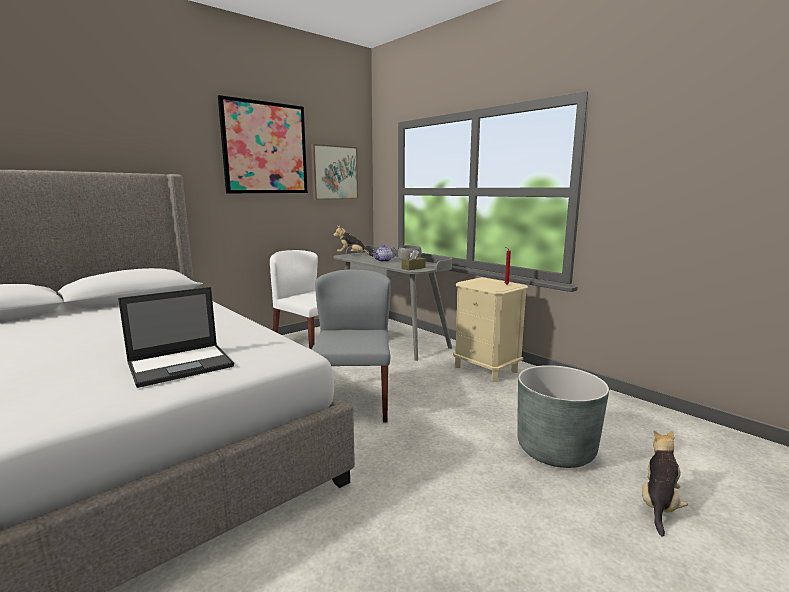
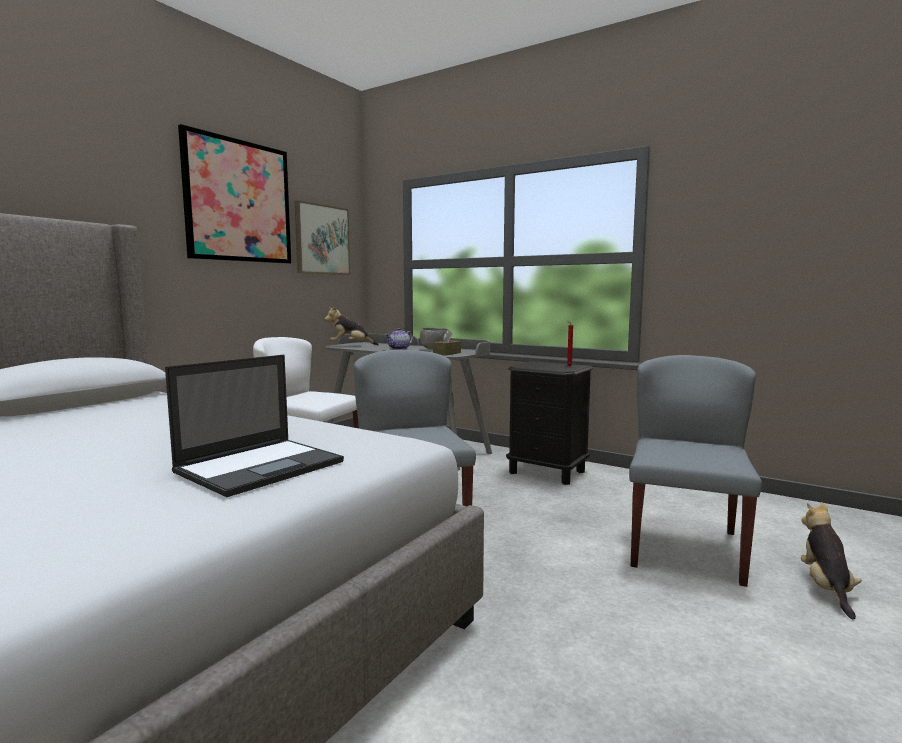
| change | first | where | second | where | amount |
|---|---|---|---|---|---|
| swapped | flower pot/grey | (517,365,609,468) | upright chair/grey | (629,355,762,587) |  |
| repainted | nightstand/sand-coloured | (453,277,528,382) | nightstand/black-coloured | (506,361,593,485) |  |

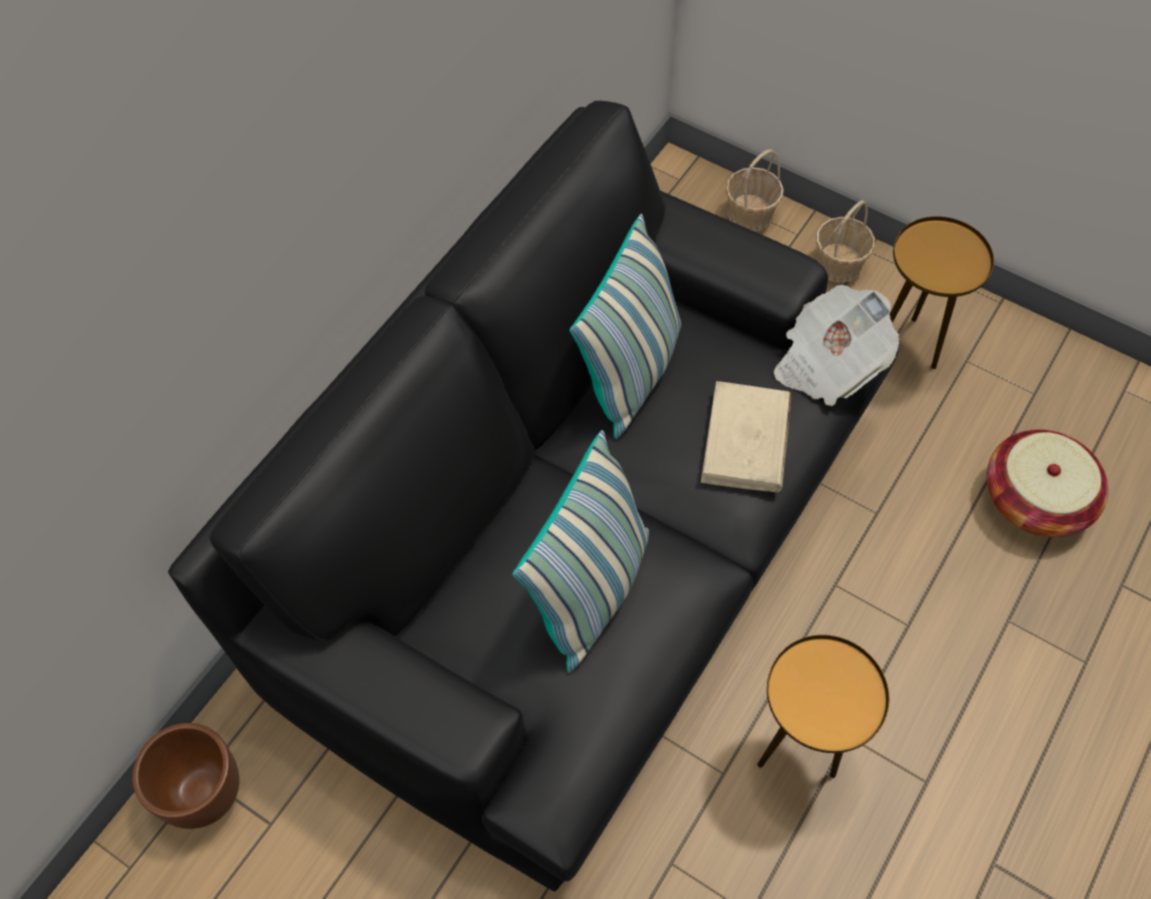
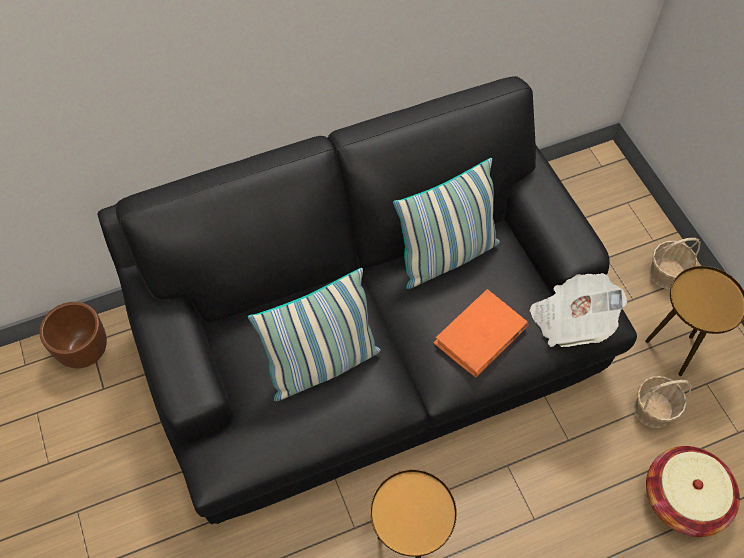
| change | first | where | second | where | amount |
|---|---|---|---|---|---|
| shifted | basket | (725,149,784,232) |  | (634,376,692,428) |  |
| repainted | bound book/sand-coloured | (701,381,791,493) | bound book/orange-coloured | (433,289,528,377) |  |

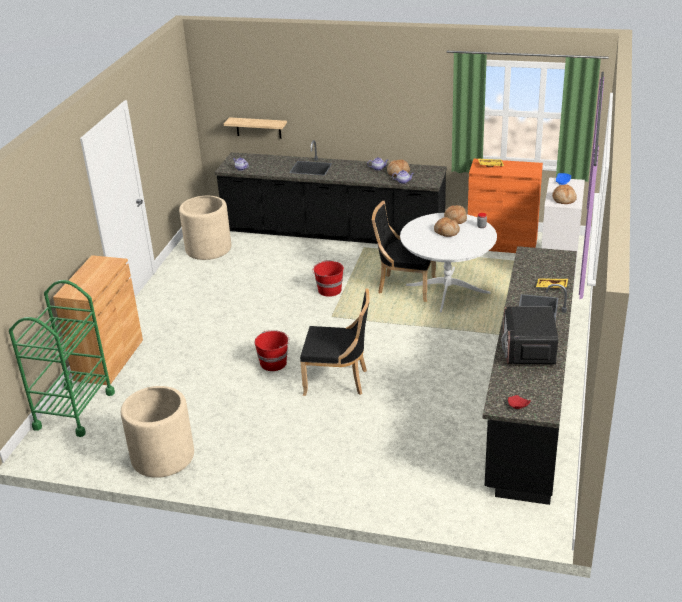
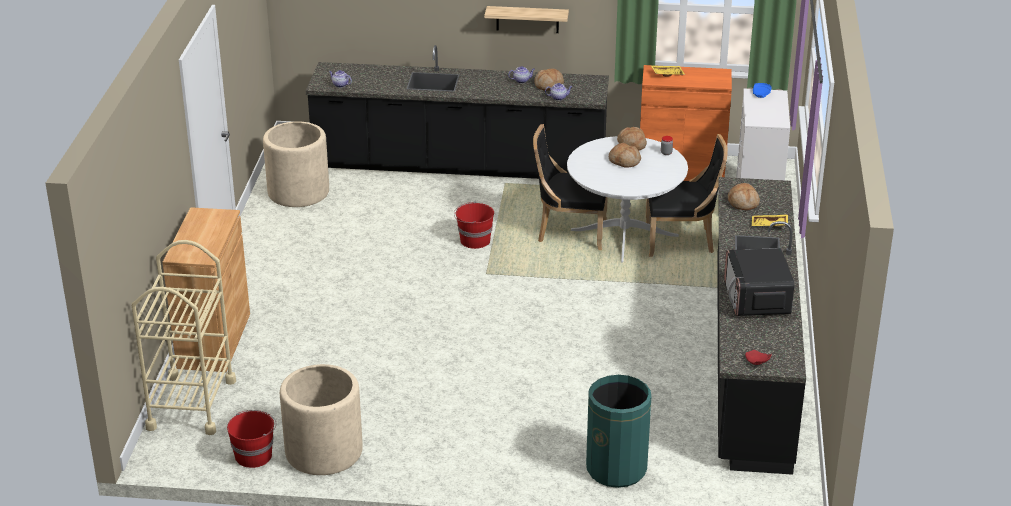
| change | first | where | second | where | amount |
|---|---|---|---|---|---|
| new |  |  | rubbish bin/green-coloured | (586,375,651,488) |  |
| shifted | shelf | (224,117,287,139) |  | (484,6,569,33) |  |
| shifted | water bucket/red-coloured | (255,330,290,371) |  | (227,410,276,468) |  |
| shifted | upright chair/black-coloured | (300,288,369,396) |  | (646,134,728,257) |  |
| shifted | baked bread | (552,184,577,204) |  | (728,183,760,210) |  |
| repainted | wheeled cart/green-coloured | (9,280,115,437) | wheeled cart/sand-coloured | (132,240,236,435) |  |

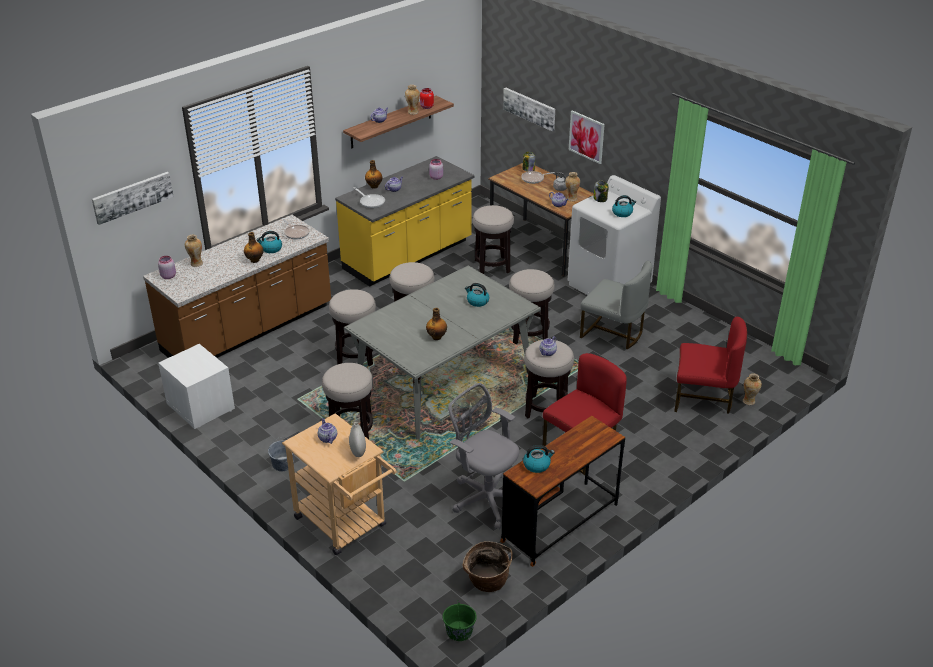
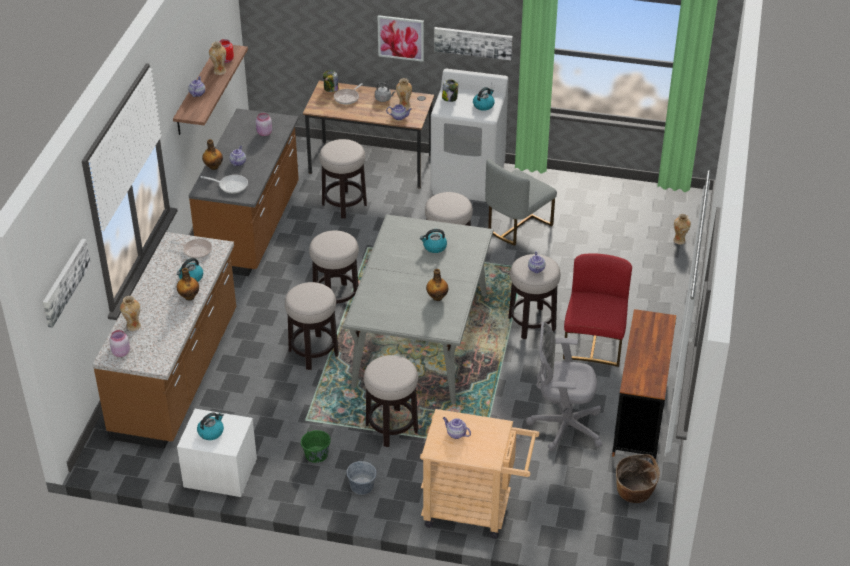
| change | first | where | second | where | amount |
|---|---|---|---|---|---|
| gone | decorative vase/whitish | (349,422,366,457) |  |  |  |
| gone | upright chair/red-coloured | (674,317,747,414) |  |  |  |
| shifted | water bucket/green-coloured | (443,603,477,641) |  | (301,428,331,463) |  |
| shifted | wall picture | (503,88,555,131) |  | (434,27,513,60) |  |
| shifted | water kettle | (523,445,555,473) |  | (197,412,224,440) |  |
| repainted | kitchen counter/yellow-coloured | (335,156,475,286) | kitchen counter/brown | (189,109,299,276) |  |
| rotated | upright chair/grey | (580,261,652,349) |  | (485,159,557,246) | 135 degrees clockwise |

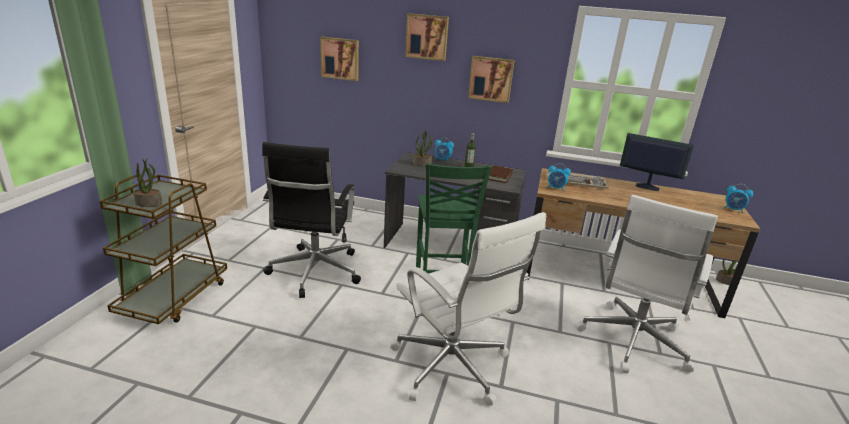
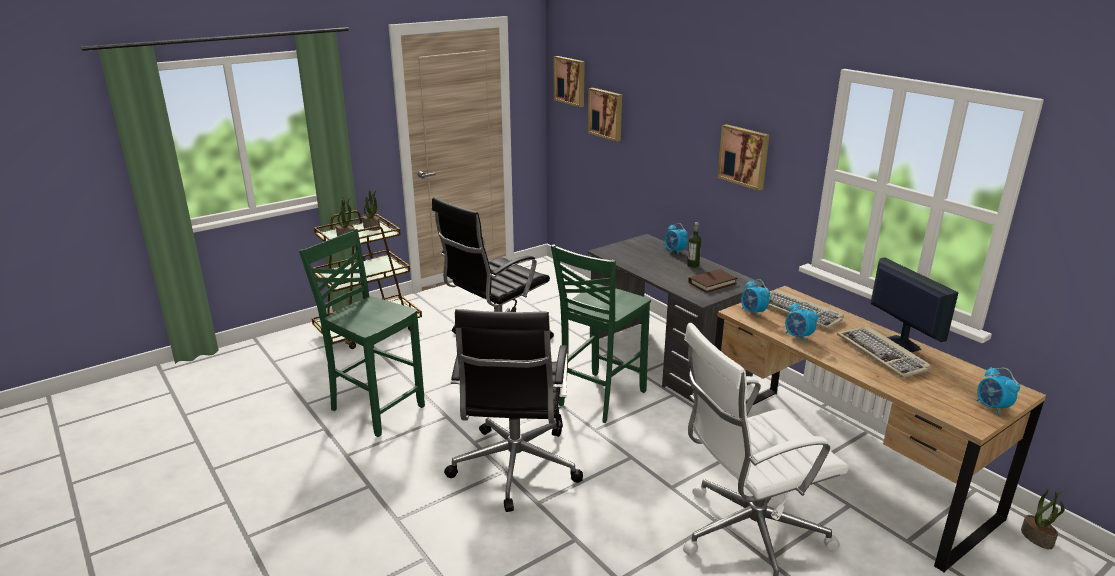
| change | first | where | second | where | amount |
|---|---|---|---|---|---|
| new |  |  | upright chair/green-coloured | (299,229,425,437) |  |
| new |  |  | bedside clock | (785,302,818,342) |  |
| new |  |  | PC keyboard | (837,326,931,378) |  |
| shifted | wall picture | (405,13,449,61) |  | (554,56,585,107) |  |
| shifted | houseplant | (413,130,432,167) |  | (362,189,380,231) |  |
| repainted | office chair/whitish | (390,212,546,406) | office chair/black-coloured | (444,309,583,512) |  |

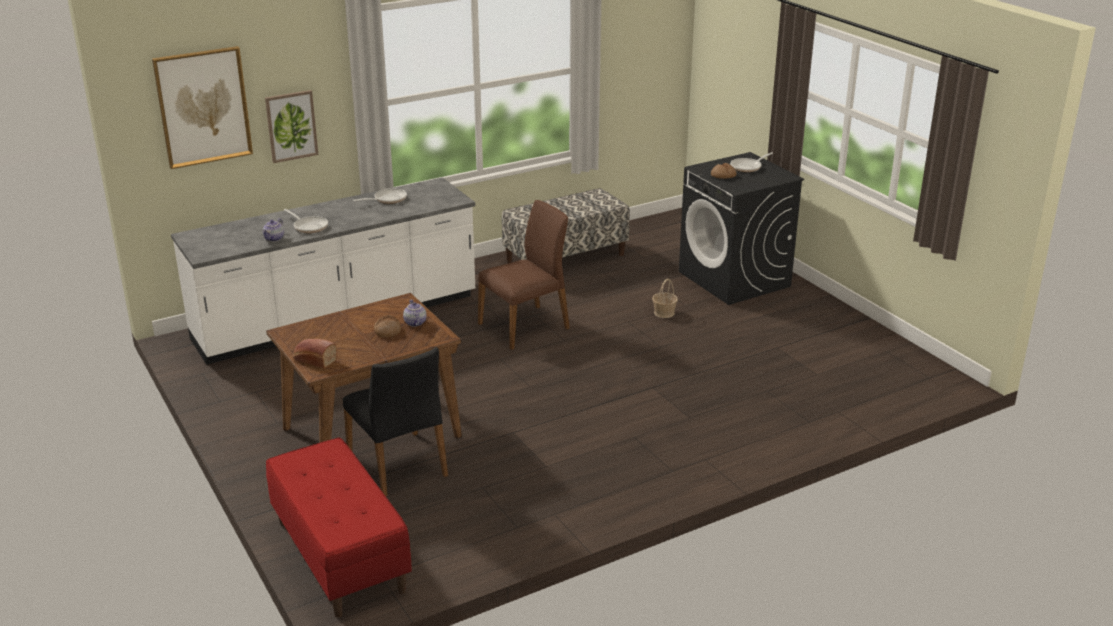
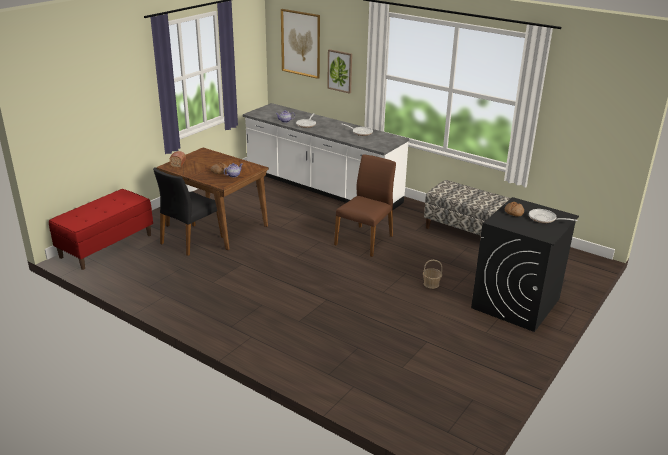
| change | first | where | second | where | amount |
|---|---|---|---|---|---|
| rotated | upright chair/brown | (478,200,570,350) |  | (334,154,396,257) | 90 degrees counterclockwise |

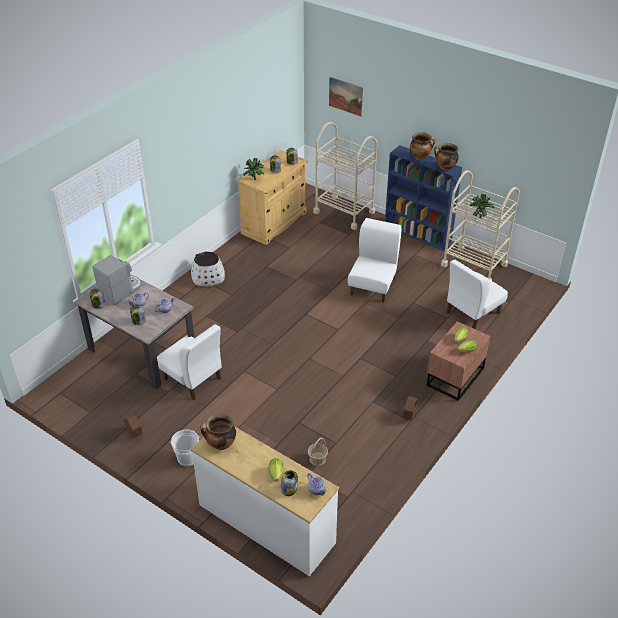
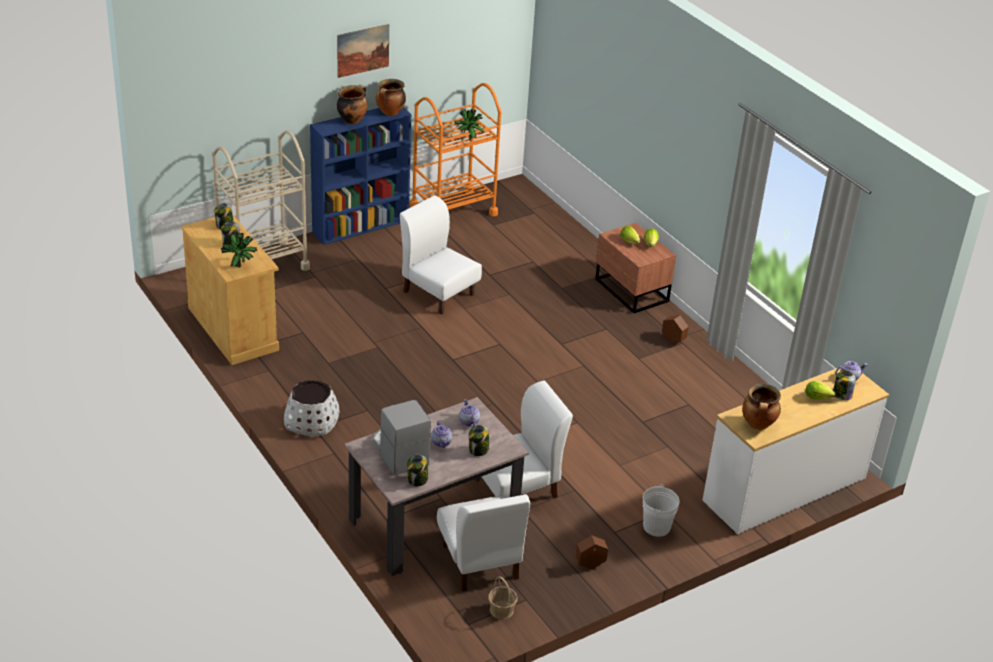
| change | first | where | second | where | amount |
|---|---|---|---|---|---|
| shifted | basket | (308,437,328,466) |  | (488,576,517,619) |  |
| shifted | wall picture | (329,77,363,117) |  | (337,24,389,78) |  |
| shifted | upright chair/whitish | (446,260,508,329) |  | (437,494,530,592) |  |
| repainted | wheeled cart/sand-coloured | (441,170,520,281) | wheeled cart/orange-coloured | (409,83,501,216) |  |

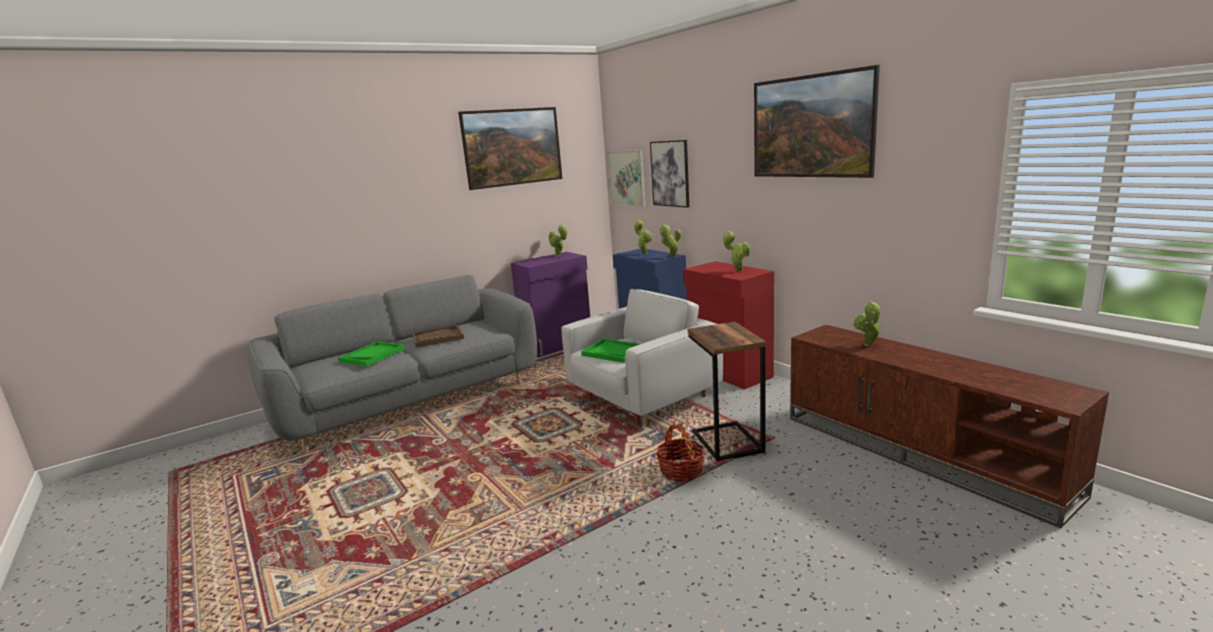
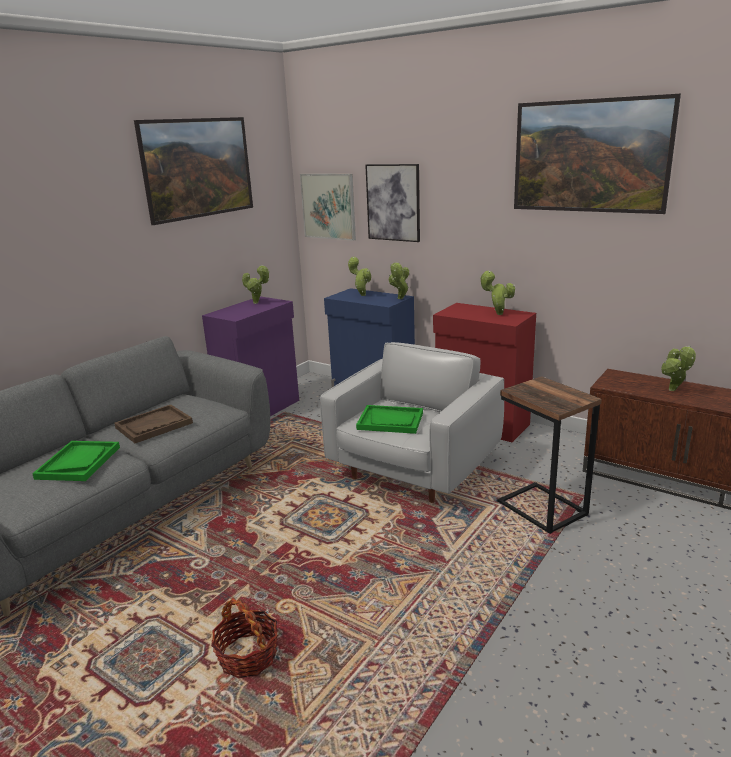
| change | first | where | second | where | amount |
|---|---|---|---|---|---|
| shifted | basket | (656,424,705,481) |  | (211,597,278,679) |  |

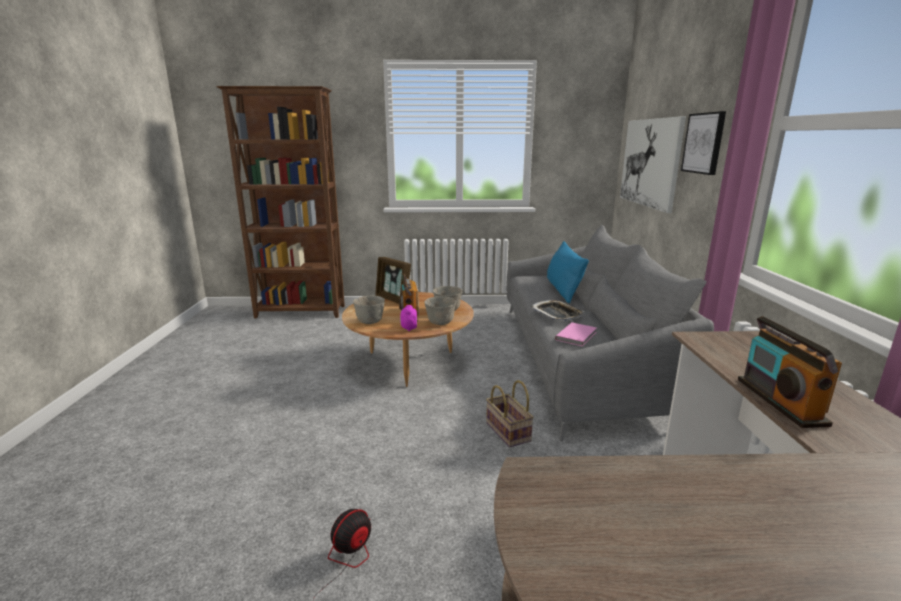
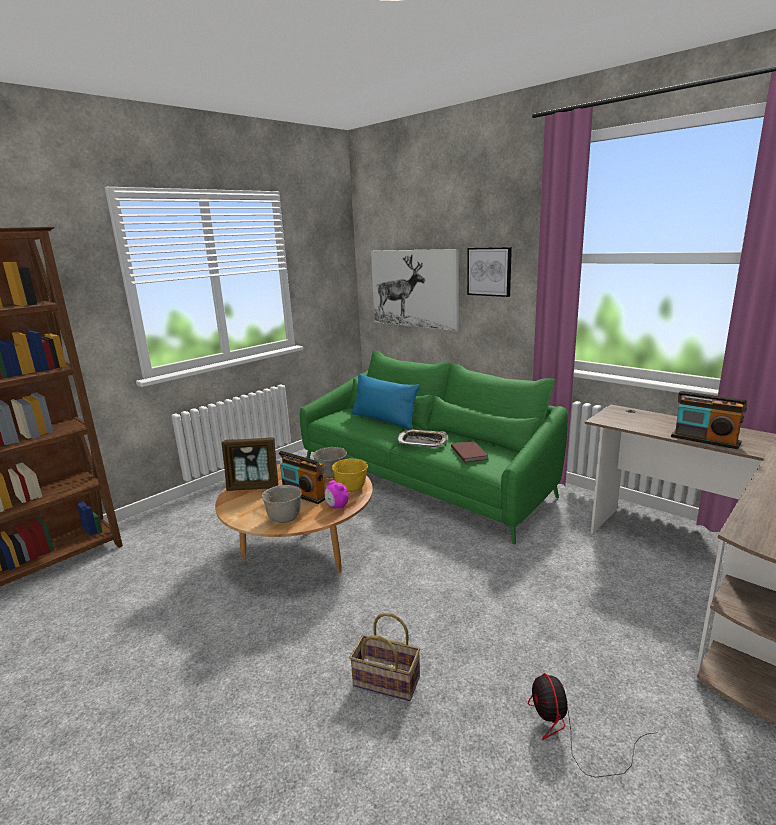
| change | first | where | second | where | amount |
|---|---|---|---|---|---|
| shifted | basket | (486,380,534,448) |  | (349,613,420,701) |  |
| repainted | bowl/grey | (424,296,456,325) | bowl/yellow-coloured | (332,458,368,492) |  |
| repainted | couch/grey | (506,224,714,442) | couch/green-coloured | (300,350,568,545) |  |
| repainted | bound book/pink-coloured | (555,322,596,346) | bound book/brown | (451,441,489,463) |  |

